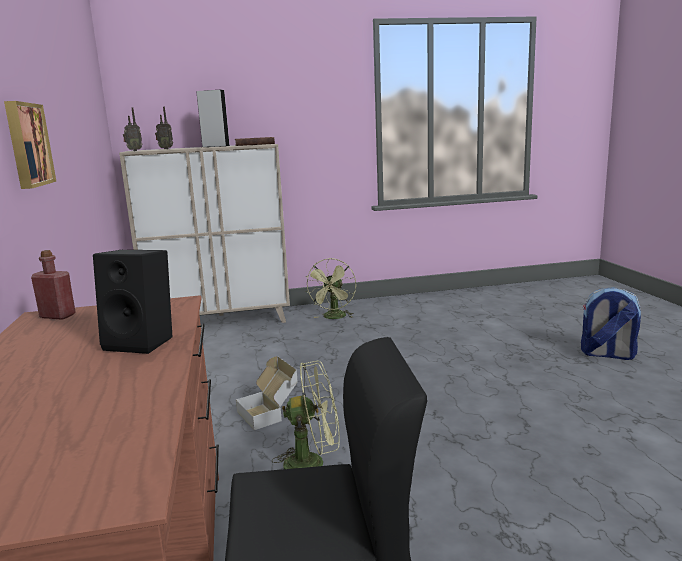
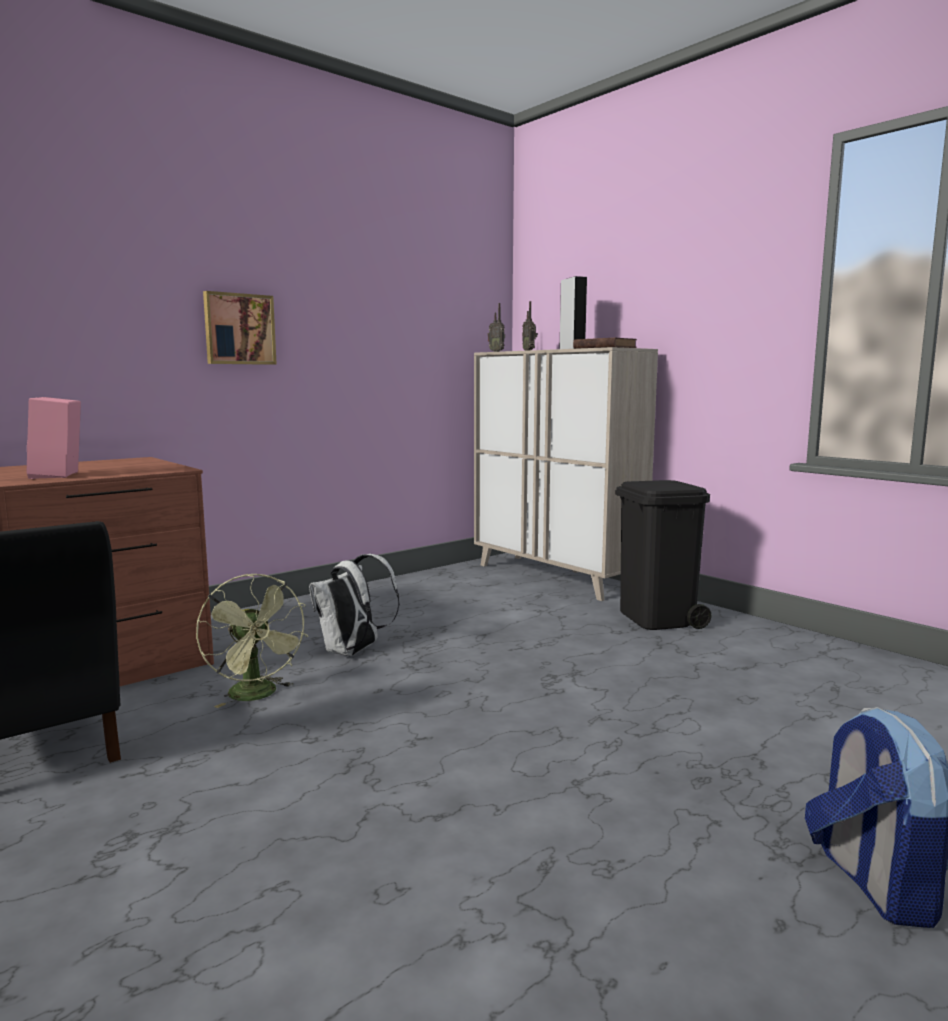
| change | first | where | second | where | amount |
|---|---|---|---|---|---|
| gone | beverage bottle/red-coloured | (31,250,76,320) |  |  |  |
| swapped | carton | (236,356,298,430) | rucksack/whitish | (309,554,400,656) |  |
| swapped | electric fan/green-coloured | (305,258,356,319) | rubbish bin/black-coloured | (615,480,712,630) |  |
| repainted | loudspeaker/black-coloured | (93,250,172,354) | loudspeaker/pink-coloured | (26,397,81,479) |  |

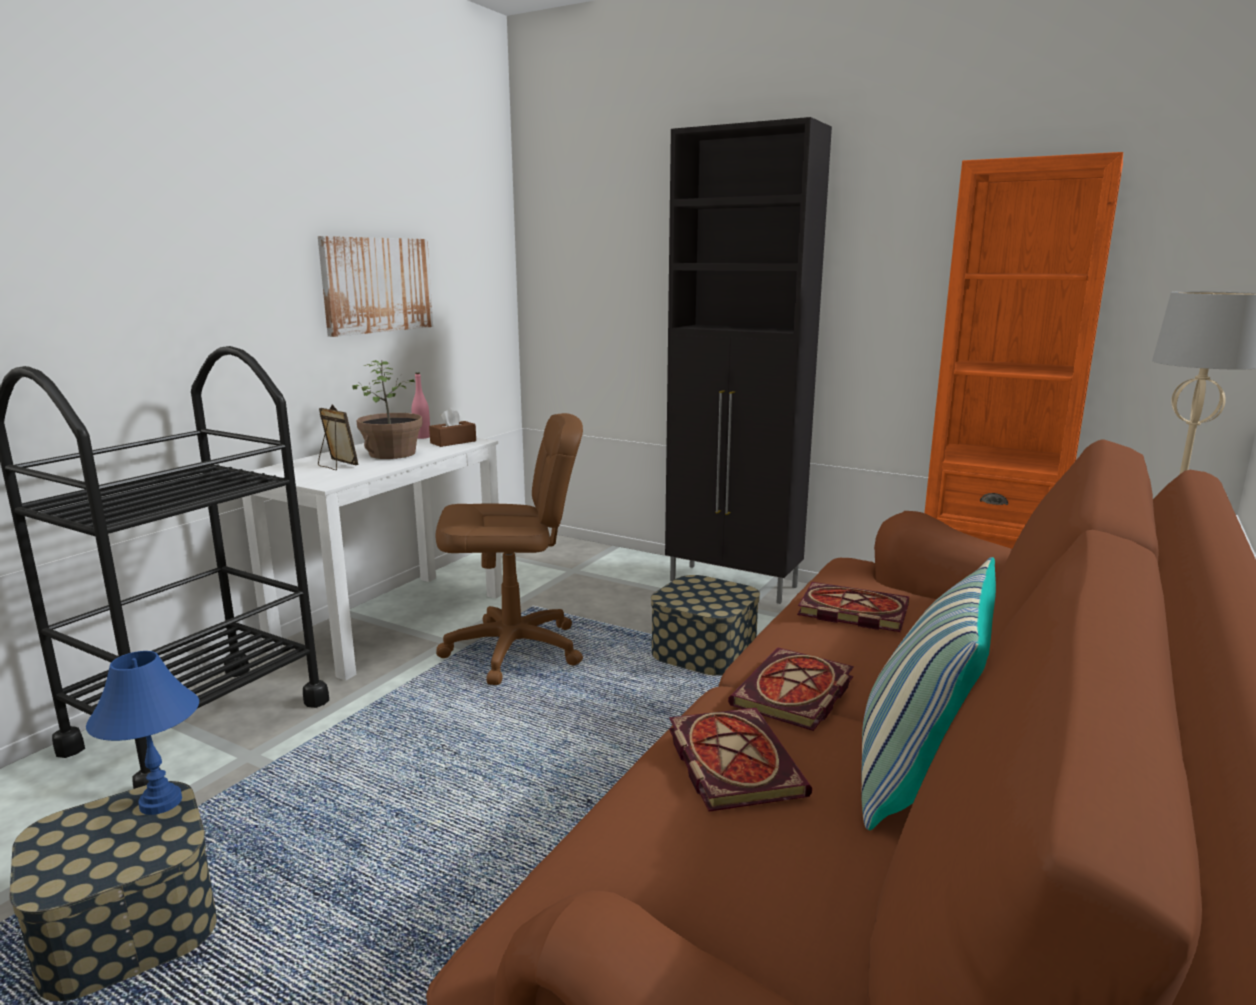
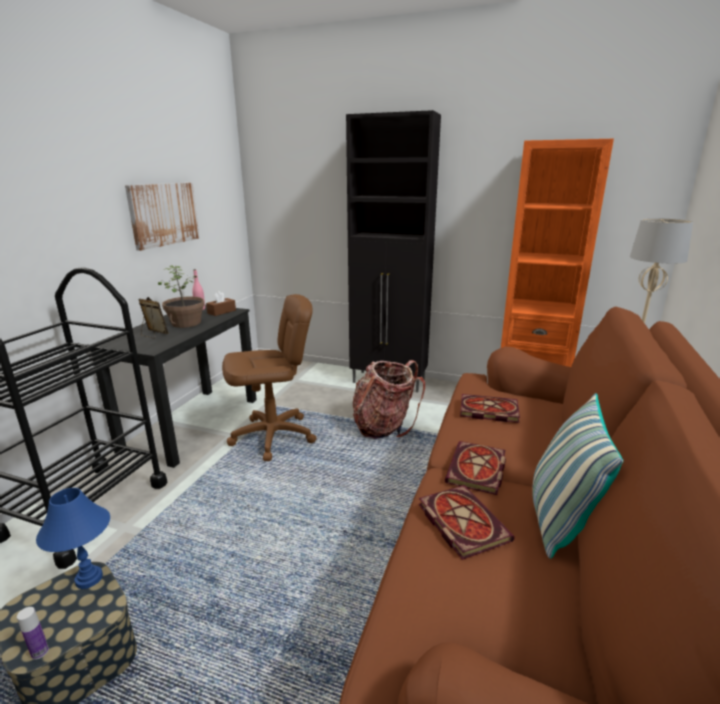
| change | first | where | second | where | amount |
|---|---|---|---|---|---|
| new |  |  | beverage bottle | (17,607,49,660) |  |
| swapped | storage box | (651,575,760,676) | rucksack | (353,360,425,439) |  |
| repainted | desk unit/whitish | (242,437,502,681) | desk unit/black-coloured | (91,305,257,468) |  |

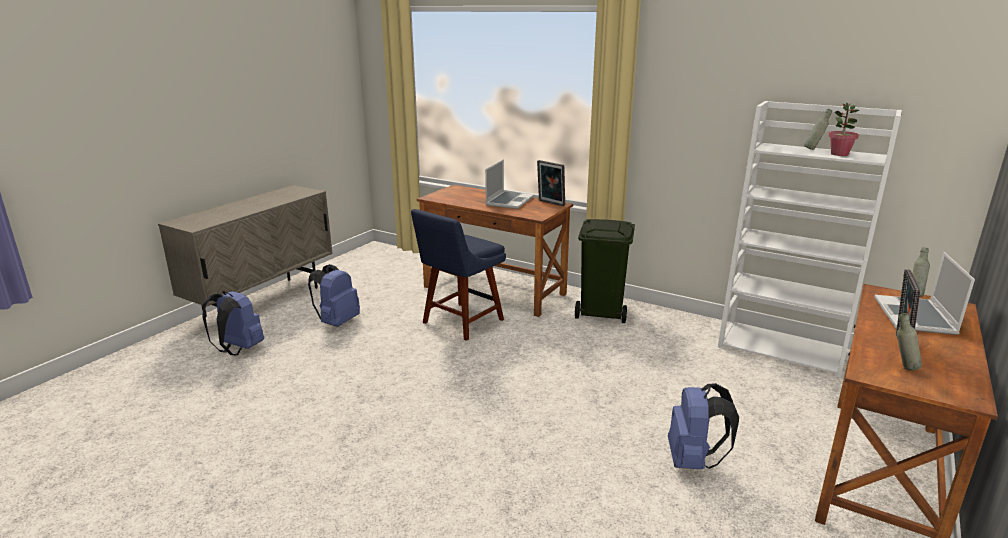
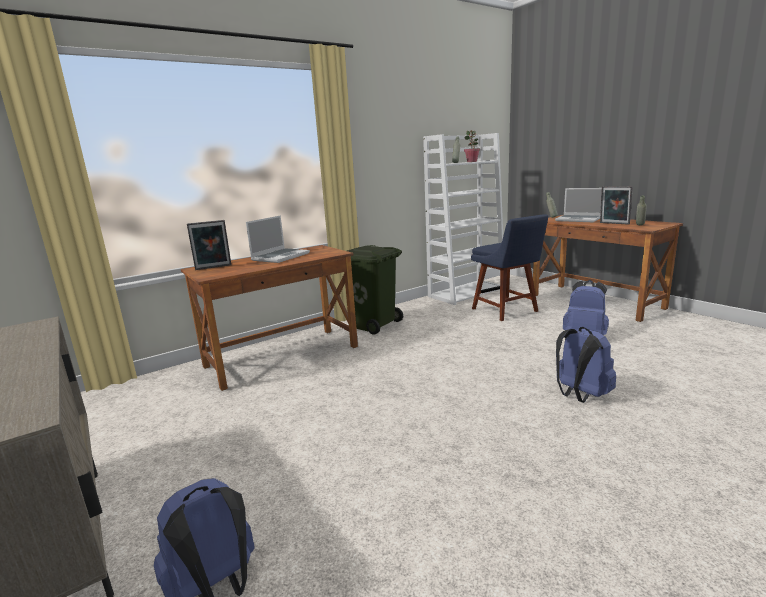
| change | first | where | second | where | amount |
|---|---|---|---|---|---|
| shifted | rucksack/bluish | (308,264,360,327) |  | (556,327,616,403) |  |
| shifted | upright chair/bluish | (411,209,506,341) |  | (471,214,548,321) |  |
| shifted | photo frame | (537,160,565,206) |  | (187,220,231,270) |  |
| rotated | laptop | (485,159,534,209) |  | (246,215,310,263) | 75 degrees clockwise |

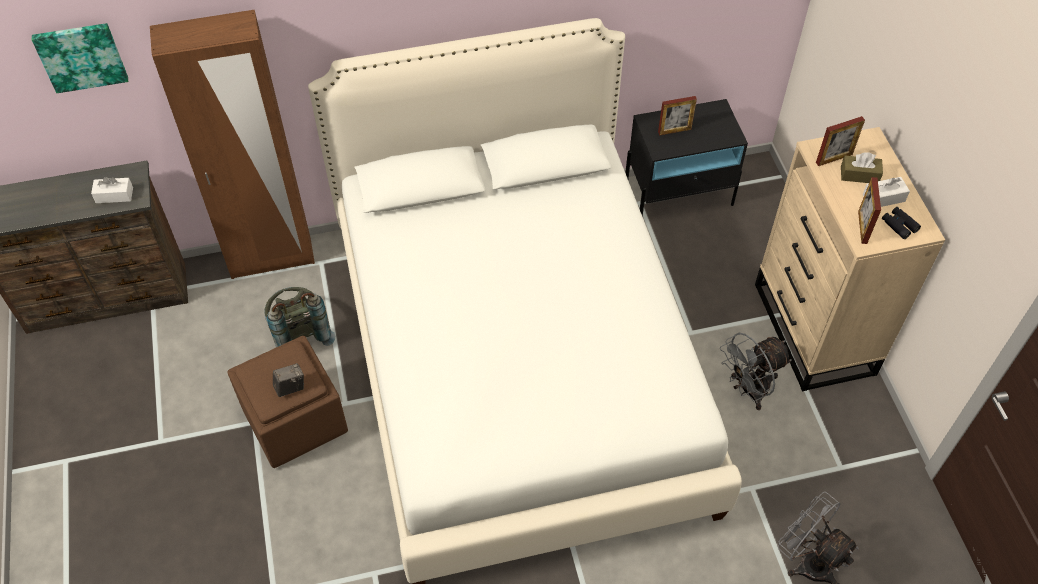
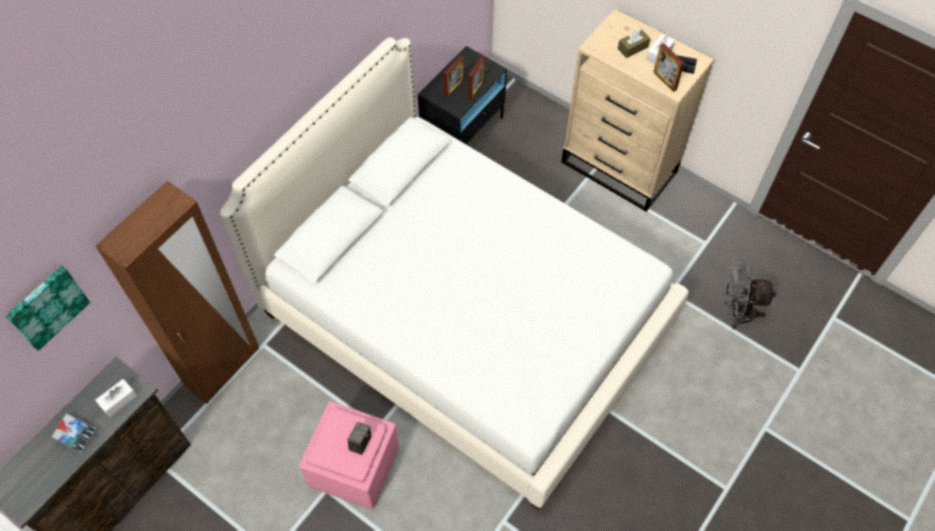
| change | first | where | second | where | amount |
|---|---|---|---|---|---|
| gone | rucksack/grey | (264,287,335,347) |  |  |  |
| gone | electric fan/grey | (720,332,792,410) |  |  |  |
| new |  |  | bound book | (52,414,97,453) |  |
| shifted | photo frame | (816,116,865,166) |  | (468,57,485,100) |  |
| repainted | footrest/brown | (227,336,348,468) | footrest/pink-coloured | (299,401,399,509) |  |

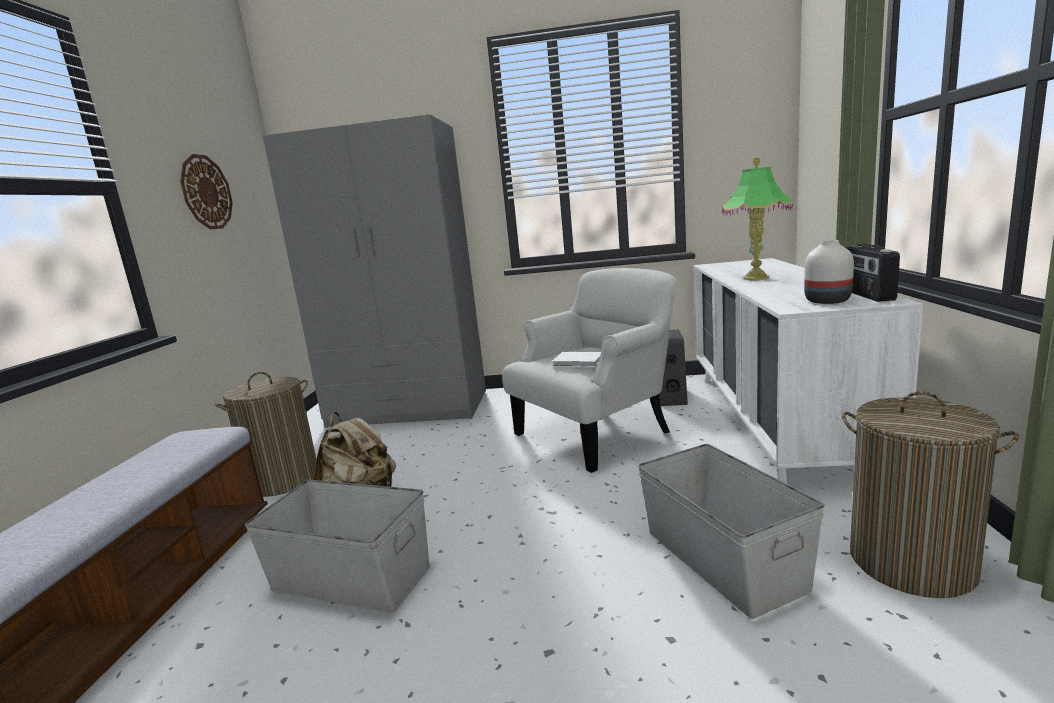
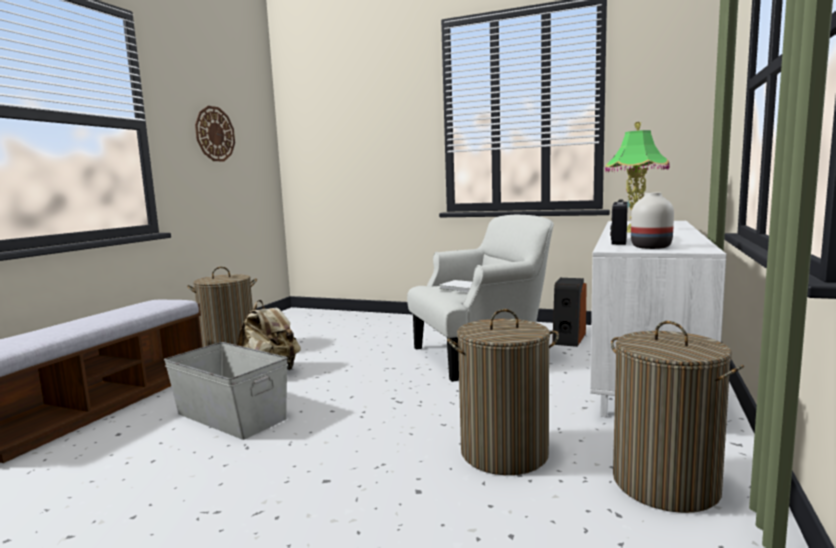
| change | first | where | second | where | amount |
|---|---|---|---|---|---|
| gone | armoire/grey | (263,114,486,428) |  |  |  |
| shifted | radio | (845,244,900,302) |  | (610,199,628,245) |  |
| swapped | storage box/grey | (638,444,825,619) | laundry basket | (447,309,559,475) |  |

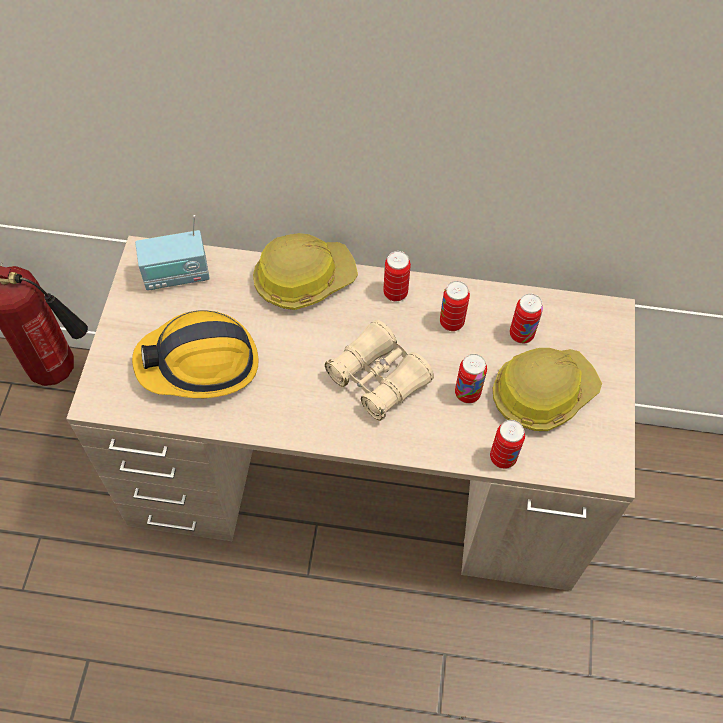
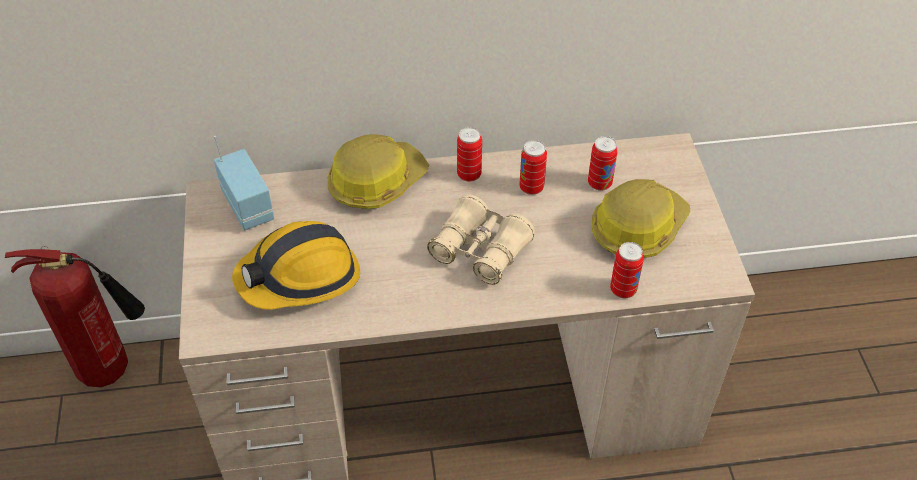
| change | first | where | second | where | amount |
|---|---|---|---|---|---|
| gone | metal can | (455,354,487,404) |  |  |  |
| rotated | radio | (135,215,209,290) |  | (214,136,274,230) | 90 degrees counterclockwise |

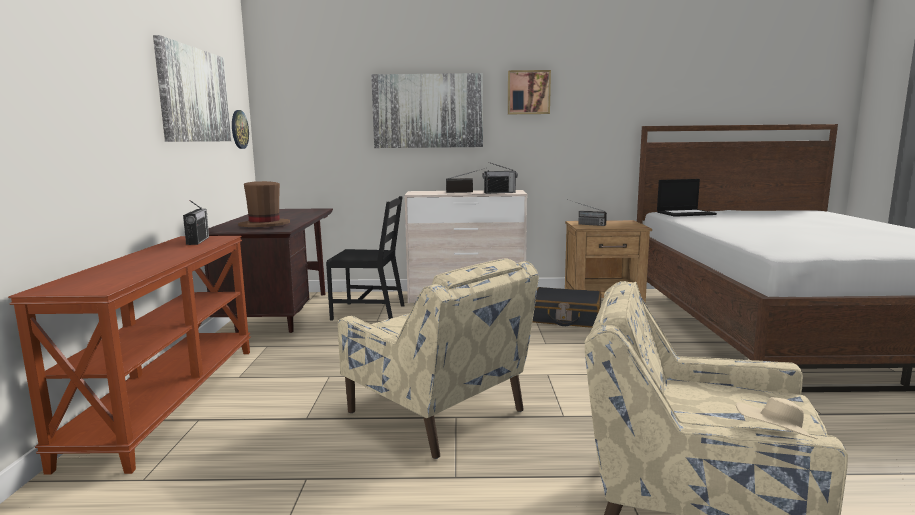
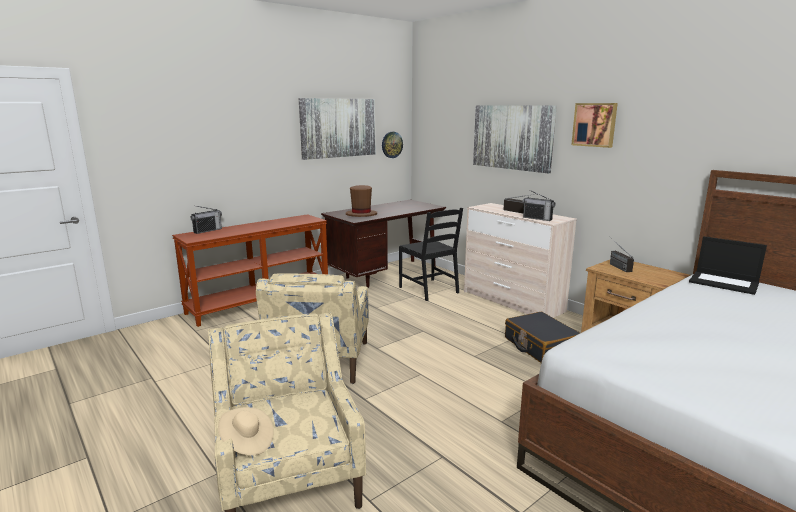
| change | first | where | second | where | amount |
|---|---|---|---|---|---|
| shifted | radio | (183,200,209,245) |  | (190,206,222,234) |  |

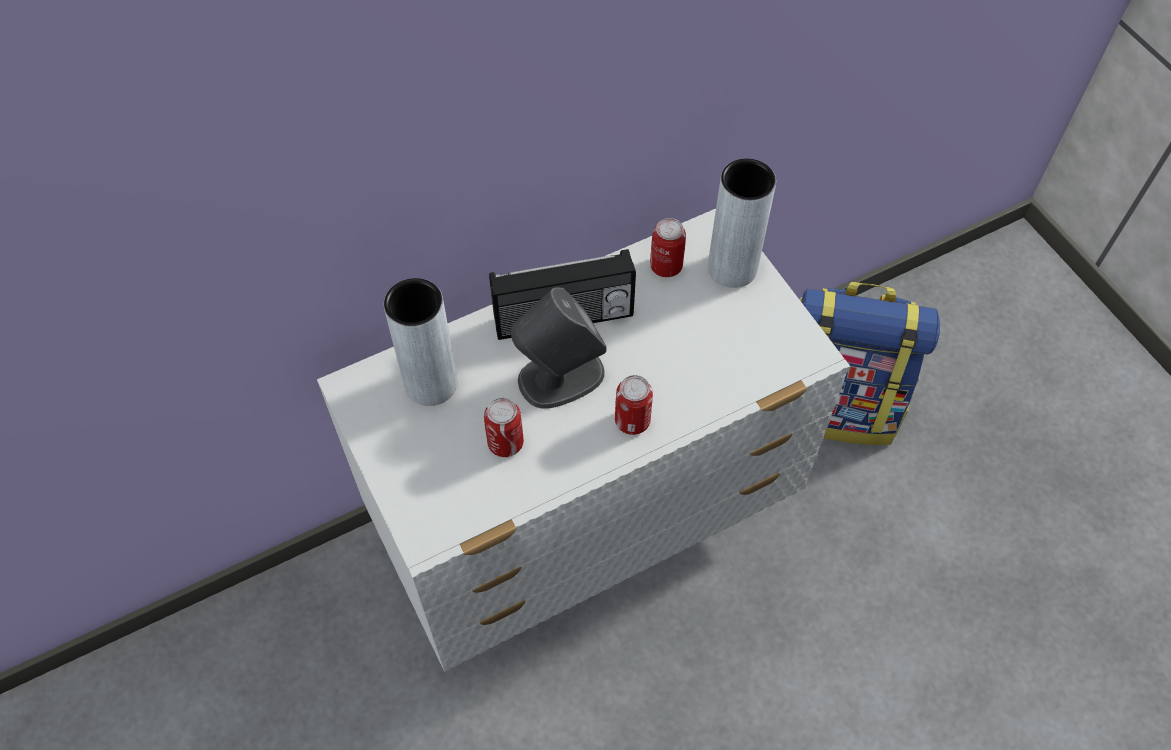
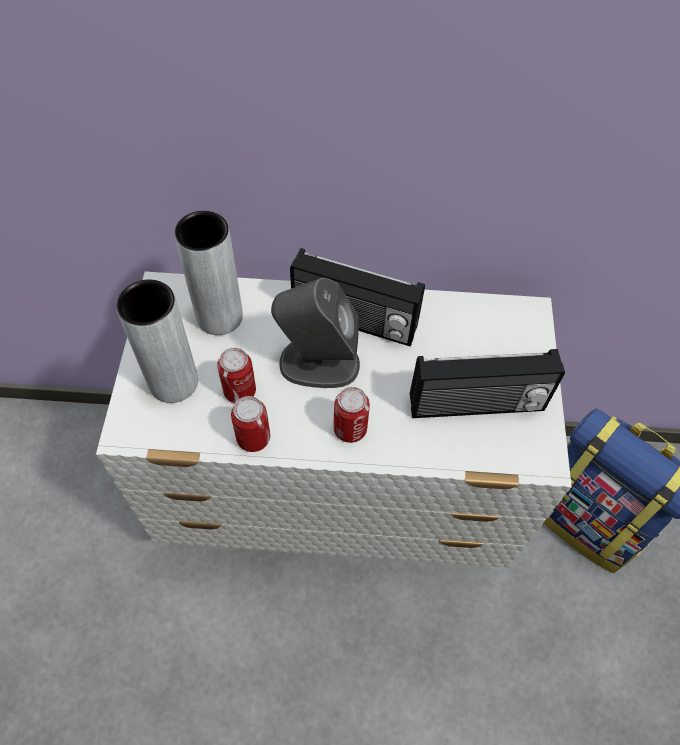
| change | first | where | second | where | amount |
|---|---|---|---|---|---|
| new |  |  | radio | (410,349,565,418) |  |
| shifted | metal can | (650,218,686,277) |  | (231,396,270,452) |  |
| shifted | decorative vase/grey | (708,159,776,288) |  | (116,279,198,403) |  |

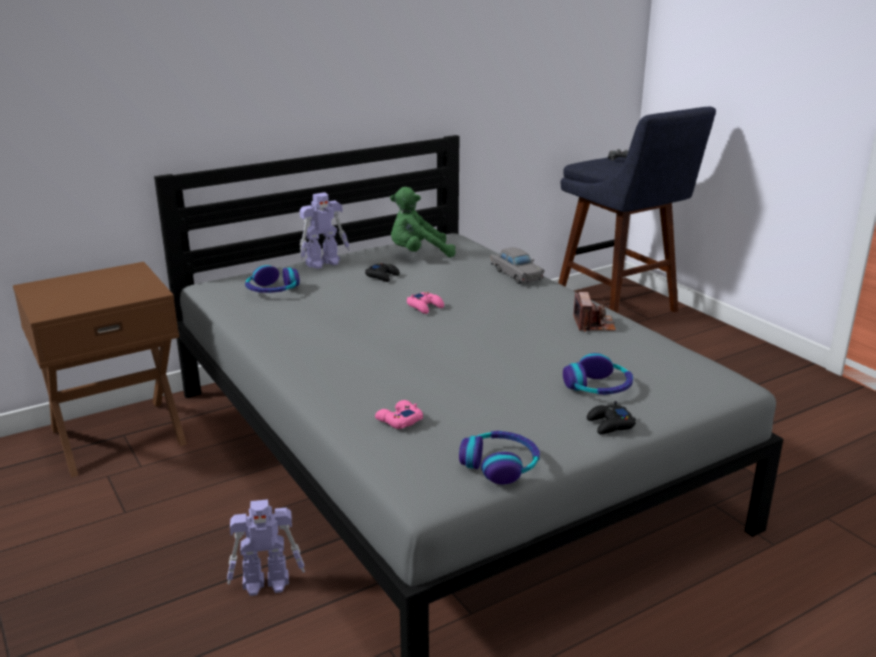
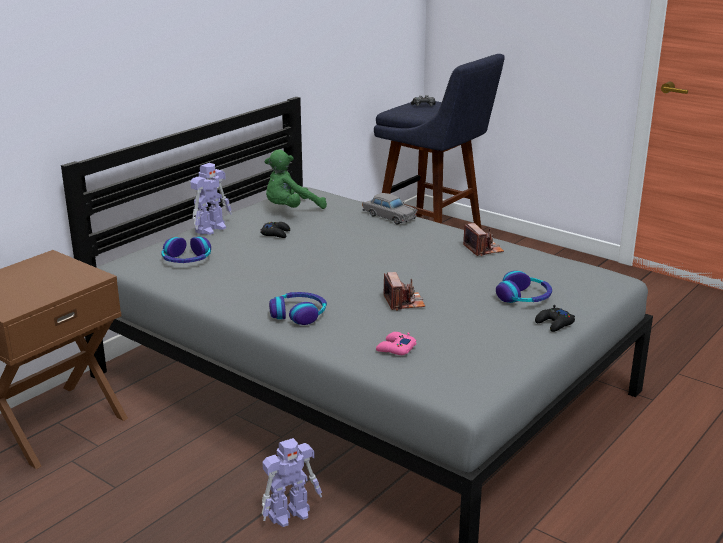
| change | first | where | second | where | amount |
|---|---|---|---|---|---|
| gone | joypad/pink-coloured | (407,292,444,314) |  |  |  |
| new |  |  | photo camera | (384,272,425,311) |  |
| shifted | headset | (459,431,540,484) |  | (269,292,327,325) |  |

